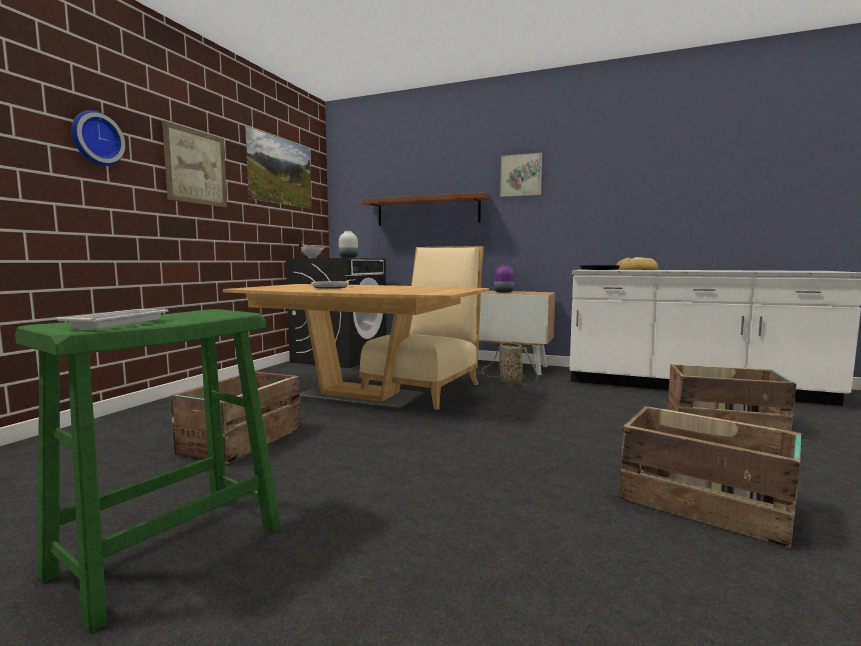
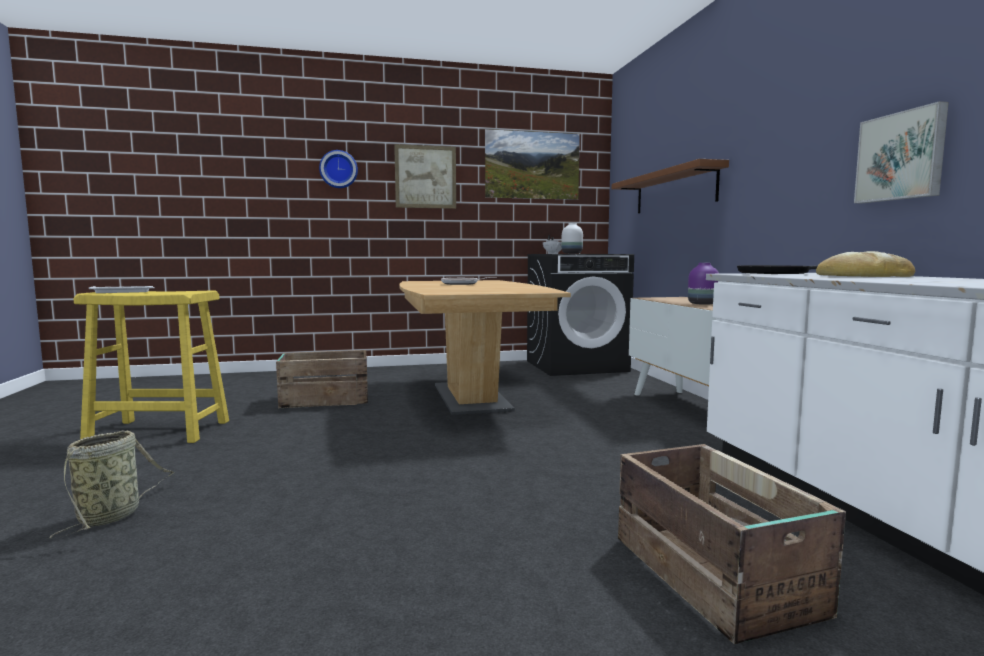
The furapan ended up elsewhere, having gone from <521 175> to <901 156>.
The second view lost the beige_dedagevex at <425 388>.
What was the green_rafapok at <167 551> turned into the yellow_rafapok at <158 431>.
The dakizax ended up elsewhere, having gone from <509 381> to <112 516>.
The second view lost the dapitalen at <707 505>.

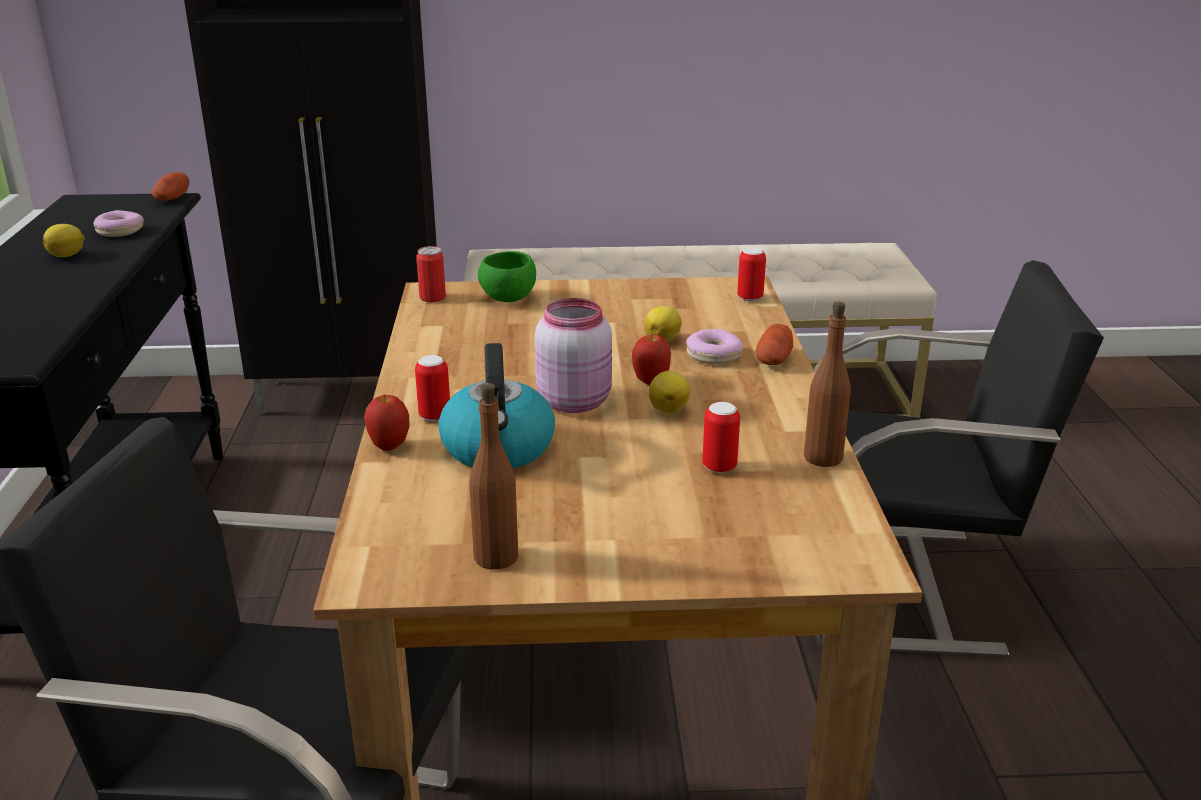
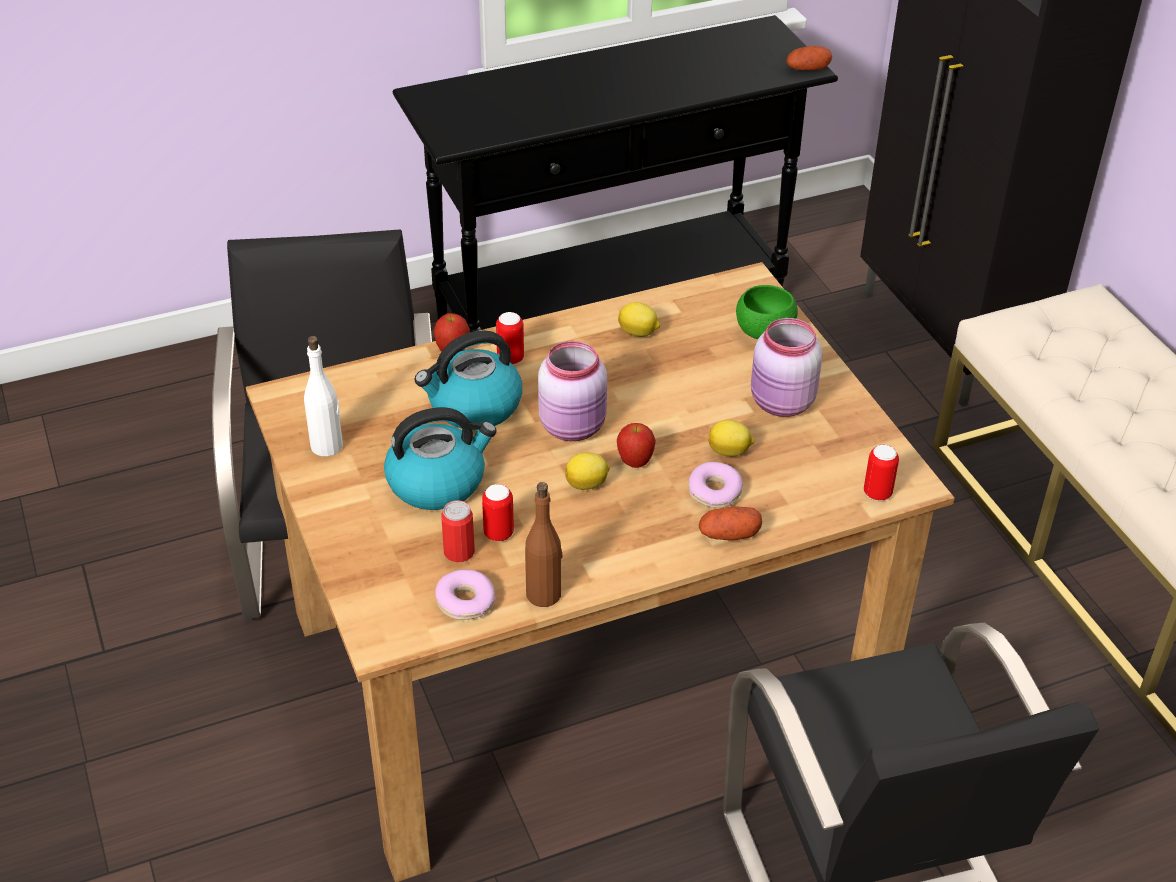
The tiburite ended up elsewhere, having gone from <120 231> to <465 602>.
The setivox ended up elsewhere, having gone from <68 255> to <638 333>.
The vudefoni ended up elsewhere, having gone from <432 297> to <459 552>.
What was the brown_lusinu at <496 556> turned into the white_lusinu at <327 446>.
The second view gained the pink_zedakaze at <782 403>.
The second view gained the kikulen at <438 482>.

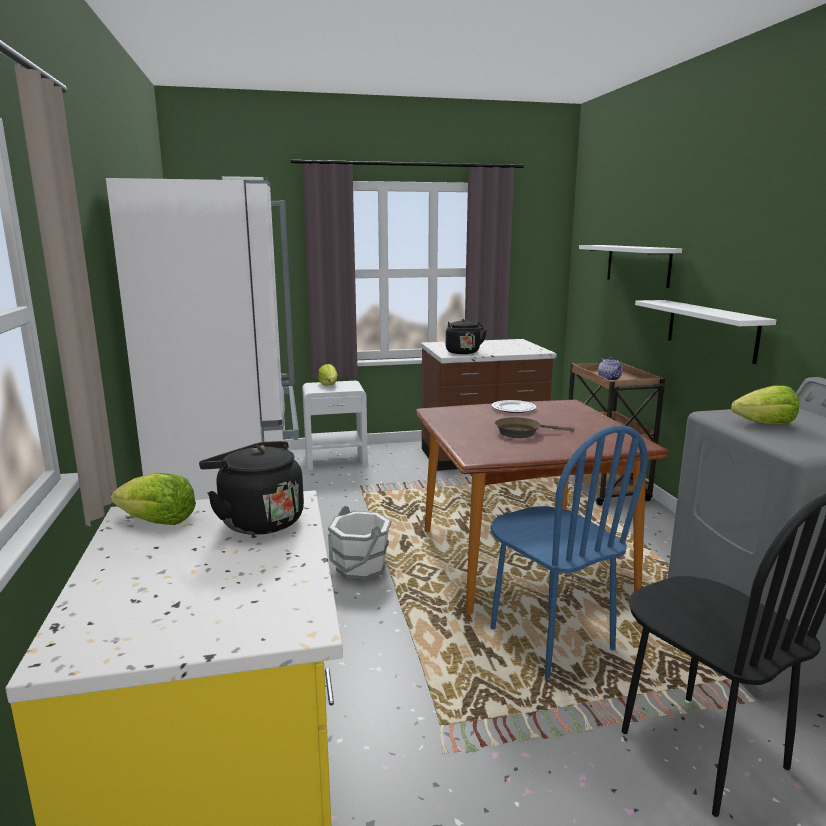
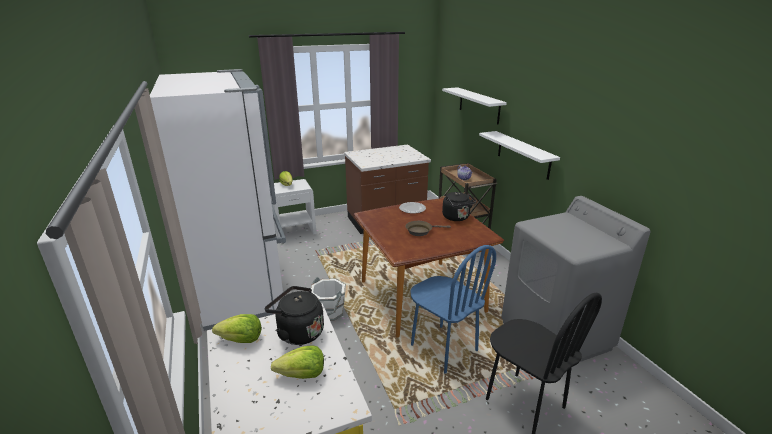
The black_kikulen ended up elsewhere, having gone from <463 353> to <457 218>.
The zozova ended up elsewhere, having gone from <765 424> to <302 375>.

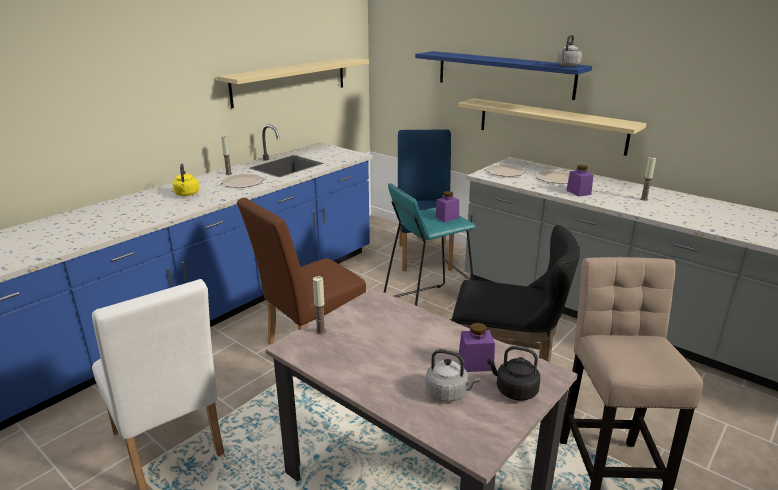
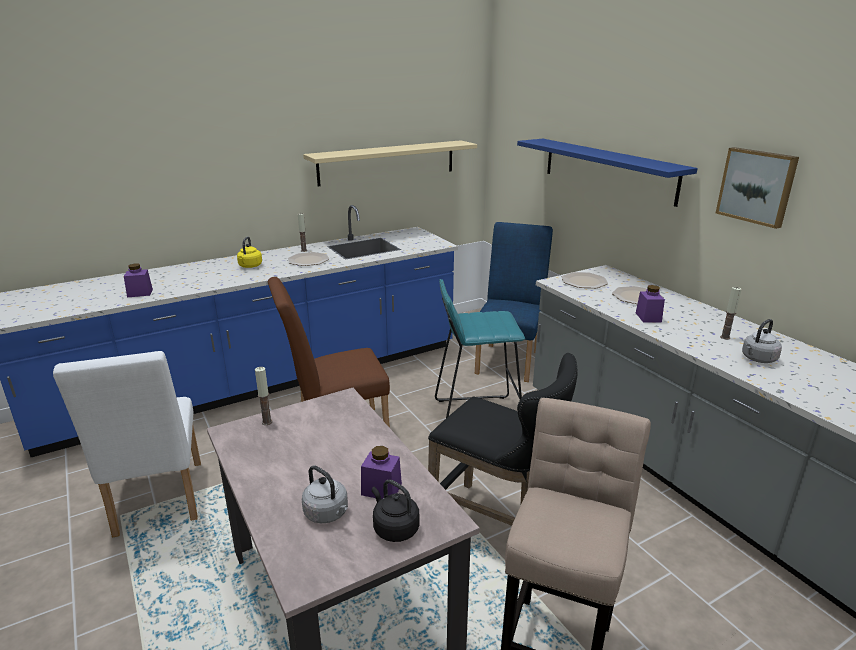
The grey_kikulen ended up elsewhere, having gone from <567 66> to <757 359>.
The second view lost the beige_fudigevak at <550 125>.
The purple_zedakaze ended up elsewhere, having gone from <447 217> to <140 293>.
The second view gained the furapan at <757 186>.

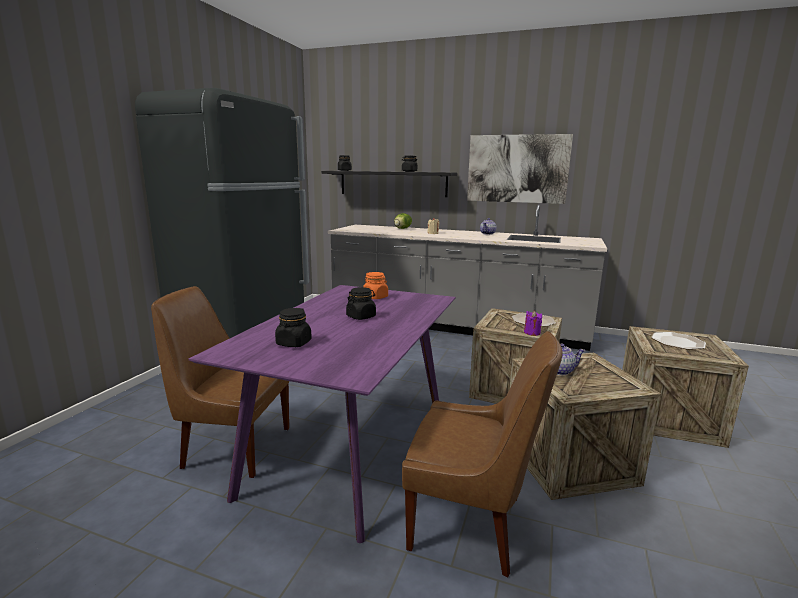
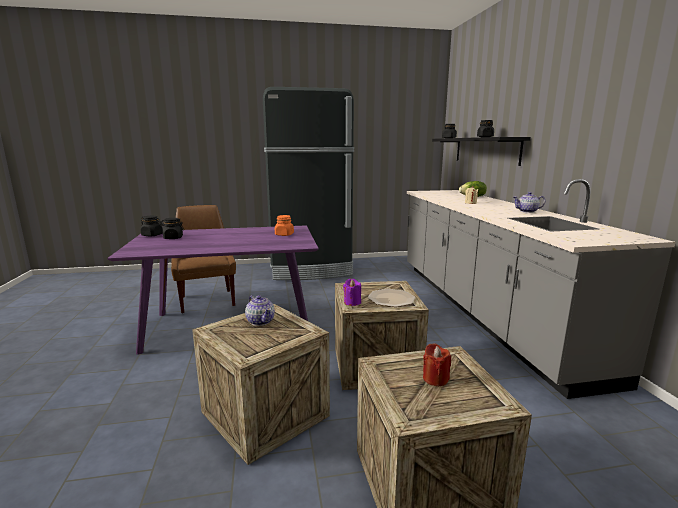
The second view lost the furapan at <517 169>.
The black_zedakaze ended up elsewhere, having gone from <361 316> to <152 235>.
The second view lost the brown_dedagevex at <471 524>.
Where the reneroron stood at <677 342>, the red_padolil came to stand at <435 379>.

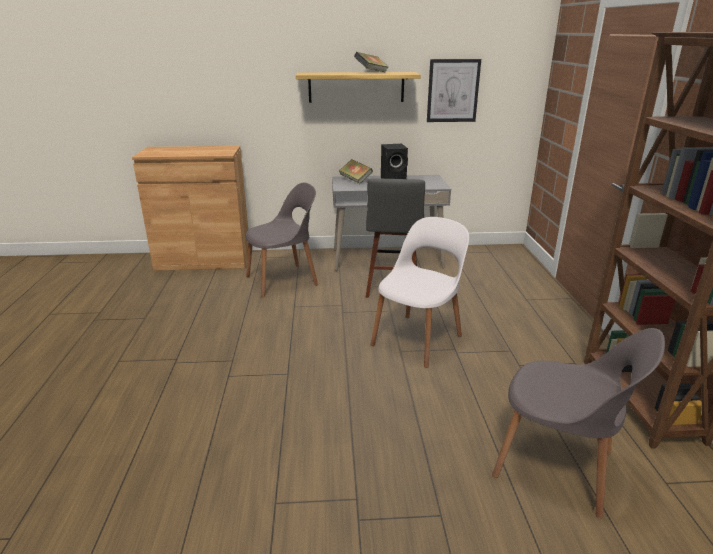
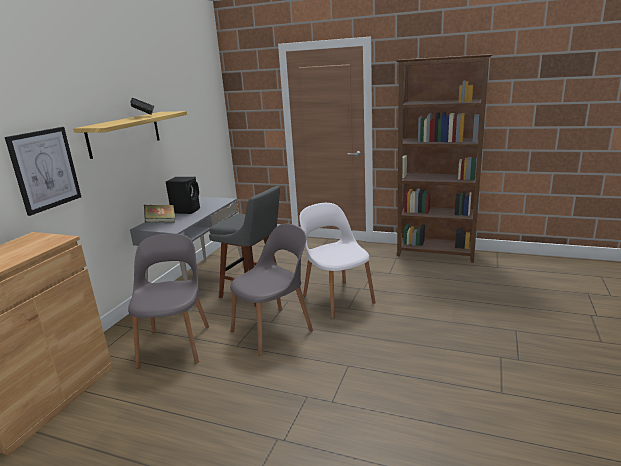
The furapan ended up elsewhere, having gone from <453 91> to <45 169>.
The grey_dedagevex ended up elsewhere, having gone from <557 466> to <274 330>.

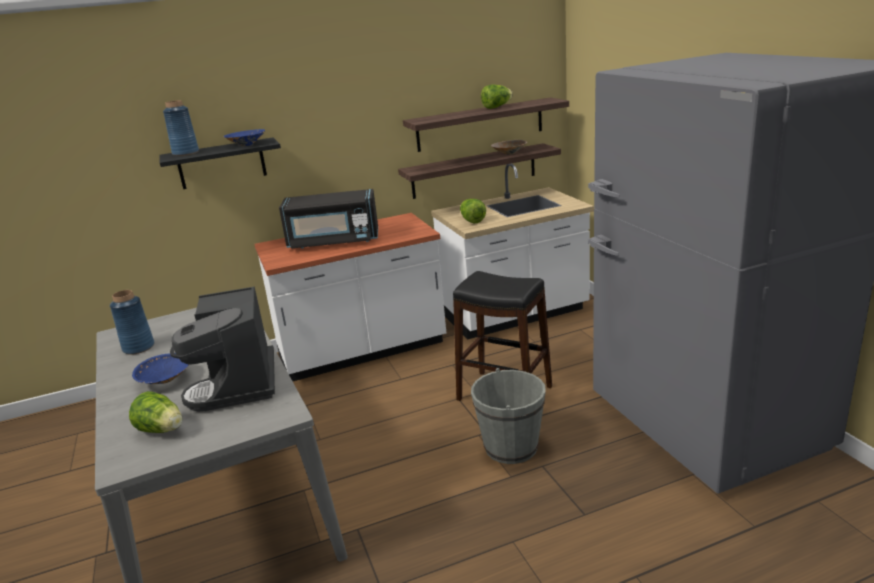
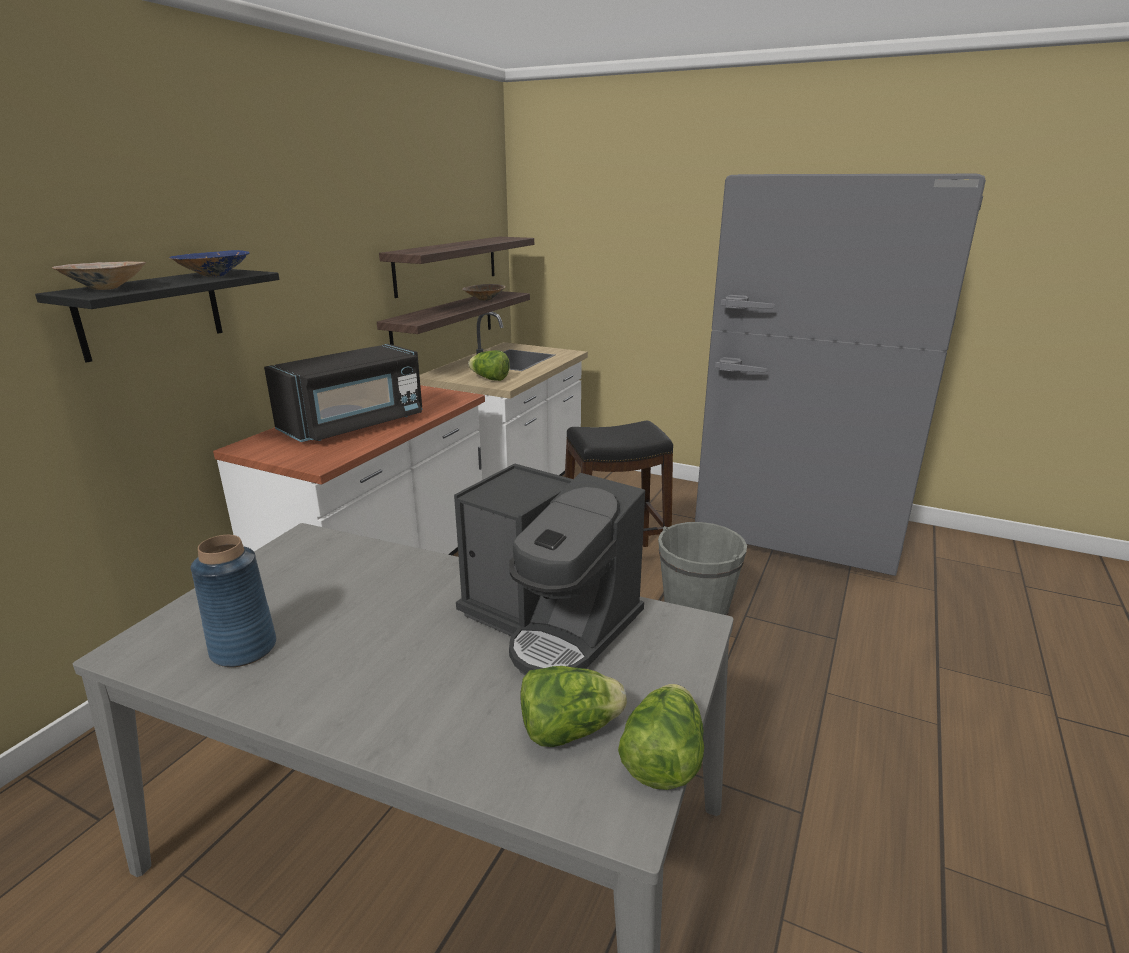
The zozova ended up elsewhere, having gone from <497 107> to <662 760>.
Where the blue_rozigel stood at <186 153>, the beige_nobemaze came to stand at <107 288>.
The second view lost the blue_nobemaze at <165 381>.

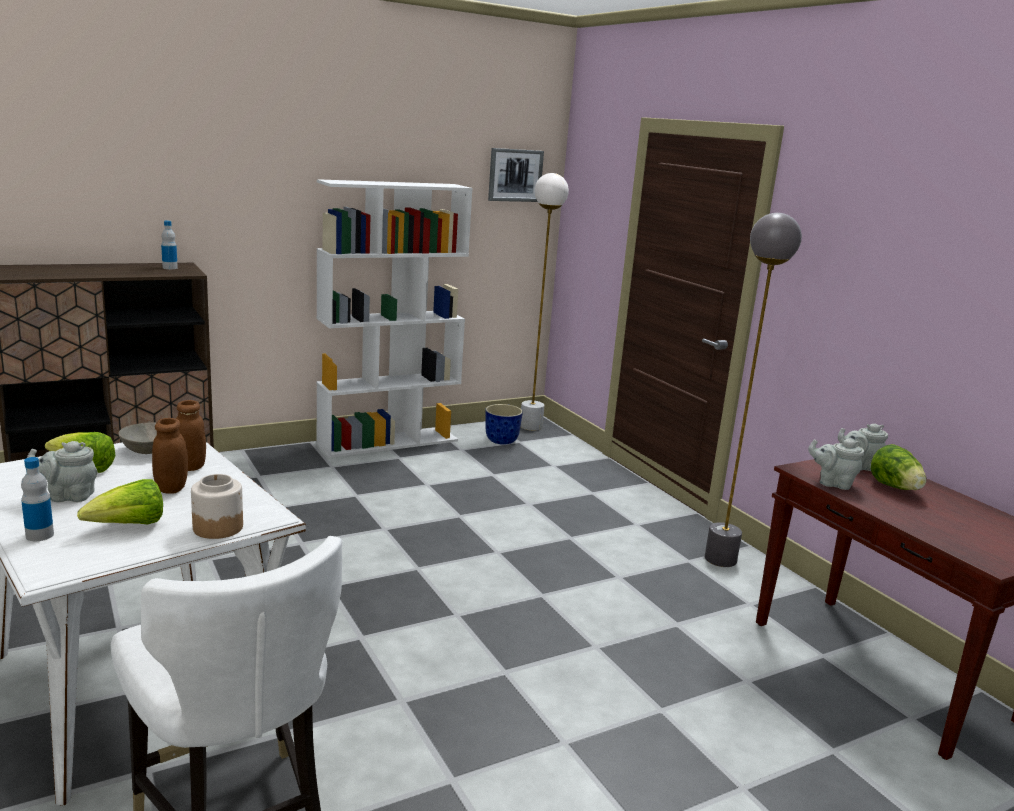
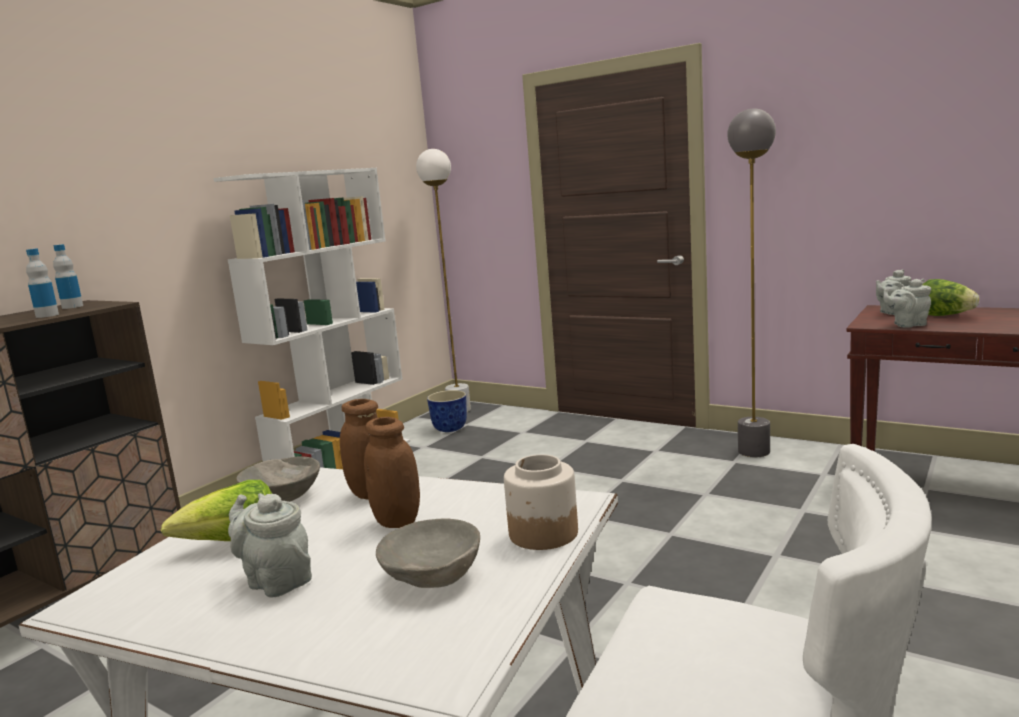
The second view lost the furapan at <515 175>.
The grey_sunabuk at <68 496> ended up facing another way, 75 degrees clockwise from before.
The lusinu ended up elsewhere, having gone from <39 535> to <47 315>.
Where the zozova stood at <129 526>, the grey_nobemaze came to stand at <433 576>.

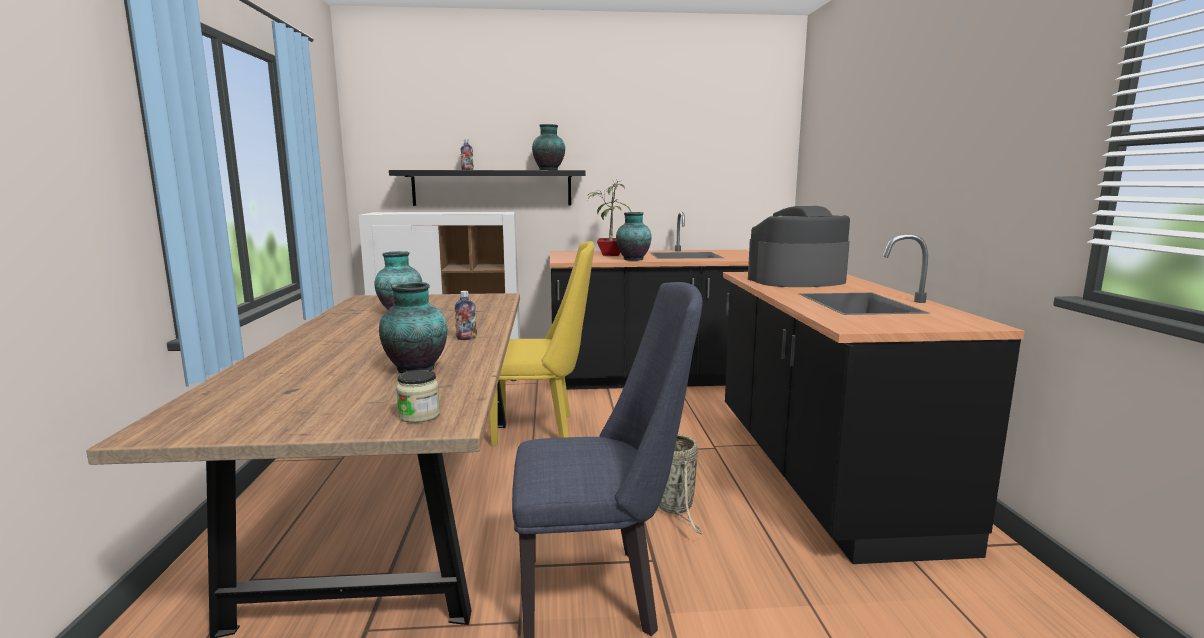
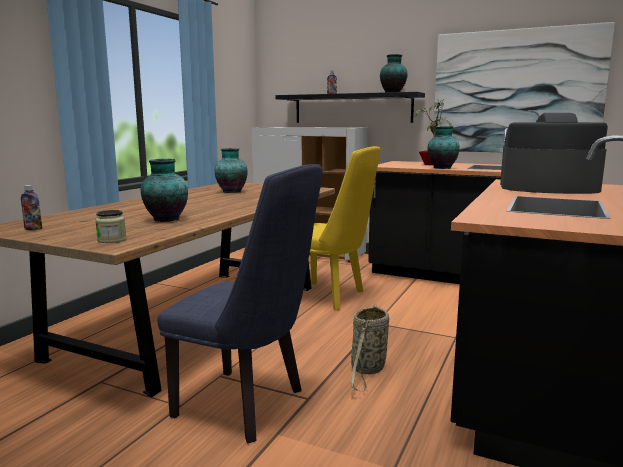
The lusinu ended up elsewhere, having gone from <466 338> to <33 229>.
The second view gained the furapan at <515 92>.

